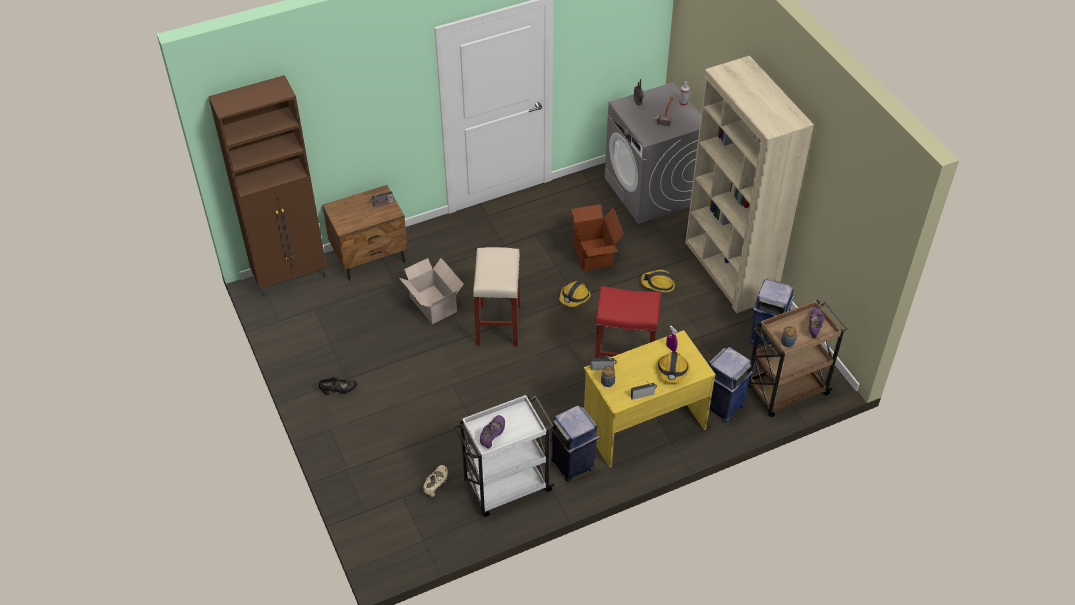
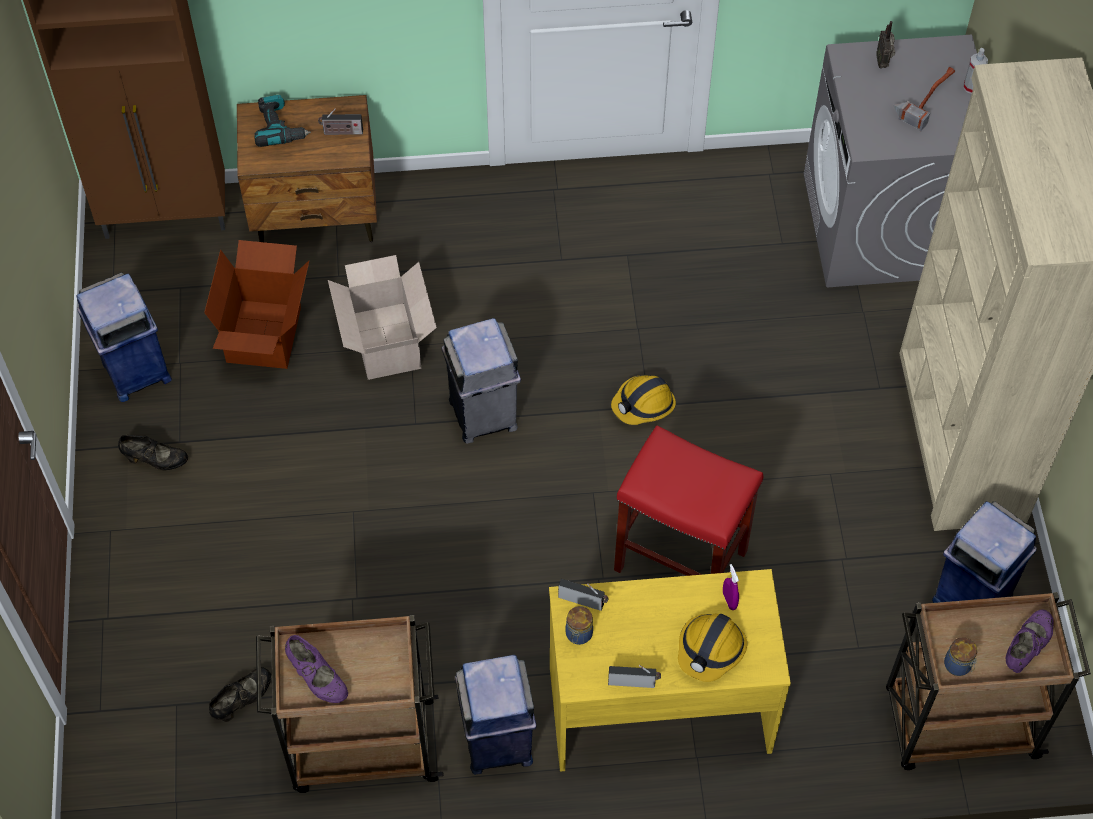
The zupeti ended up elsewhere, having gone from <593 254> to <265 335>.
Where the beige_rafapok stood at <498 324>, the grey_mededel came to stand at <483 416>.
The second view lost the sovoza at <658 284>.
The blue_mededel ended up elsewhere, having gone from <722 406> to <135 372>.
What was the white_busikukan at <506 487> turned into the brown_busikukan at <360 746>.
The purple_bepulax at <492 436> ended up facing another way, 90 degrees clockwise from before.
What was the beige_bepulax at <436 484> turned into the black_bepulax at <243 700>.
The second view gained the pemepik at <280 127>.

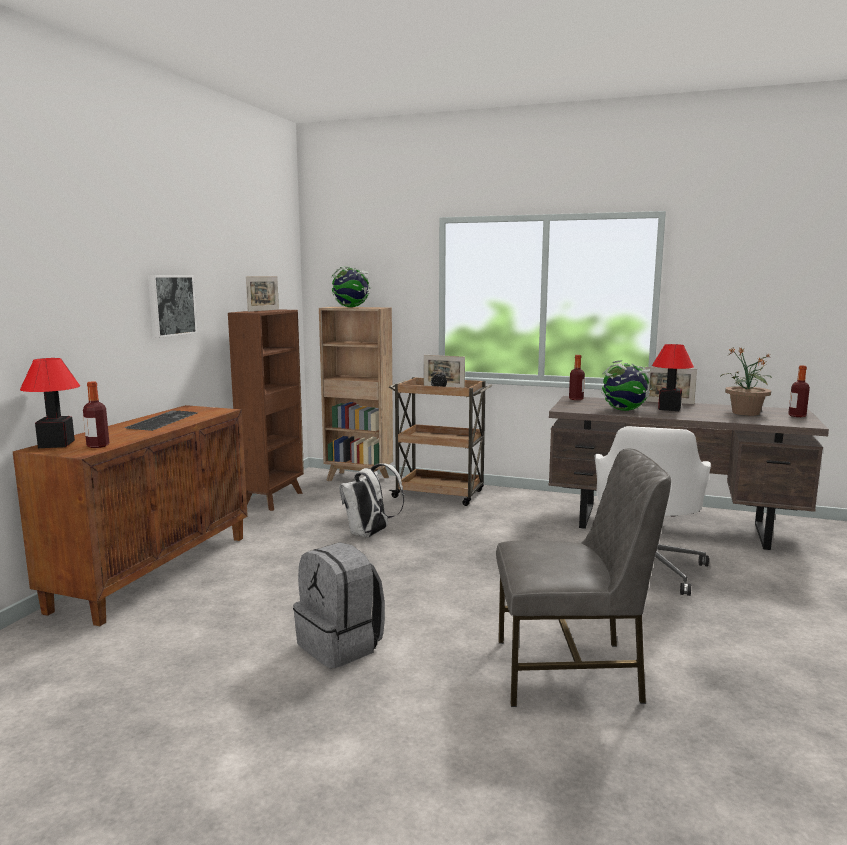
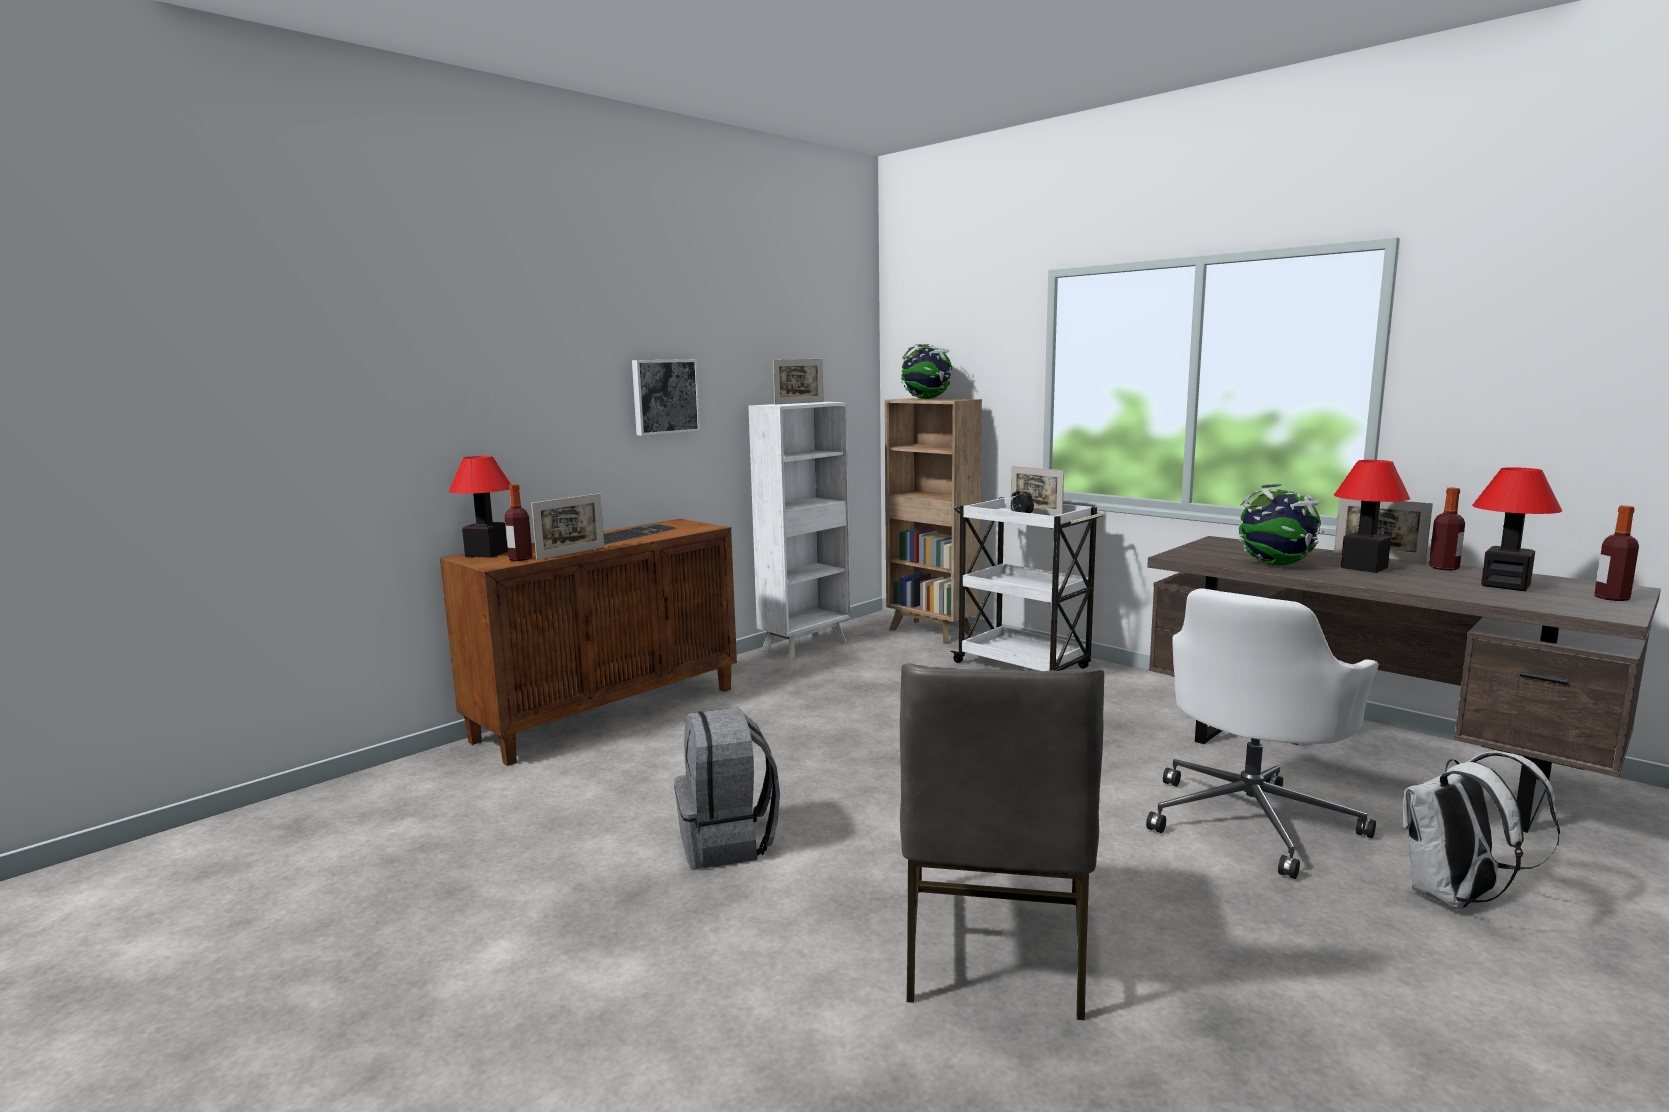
What was the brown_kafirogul at <273 499> turned into the white_kafirogul at <806 646>.
Where the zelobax stood at <745 413>, the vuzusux came to stand at <1504 585>.
The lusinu ended up elsewhere, having gone from <576 399> to <1443 568>.
What was the brown_busikukan at <440 494> turned into the white_busikukan at <1024 666>.
The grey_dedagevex at <570 672> ended up facing another way, 75 degrees clockwise from before.
The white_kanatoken ended up elsewhere, having gone from <370 534> to <1456 898>.
The second view gained the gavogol at <571 553>.

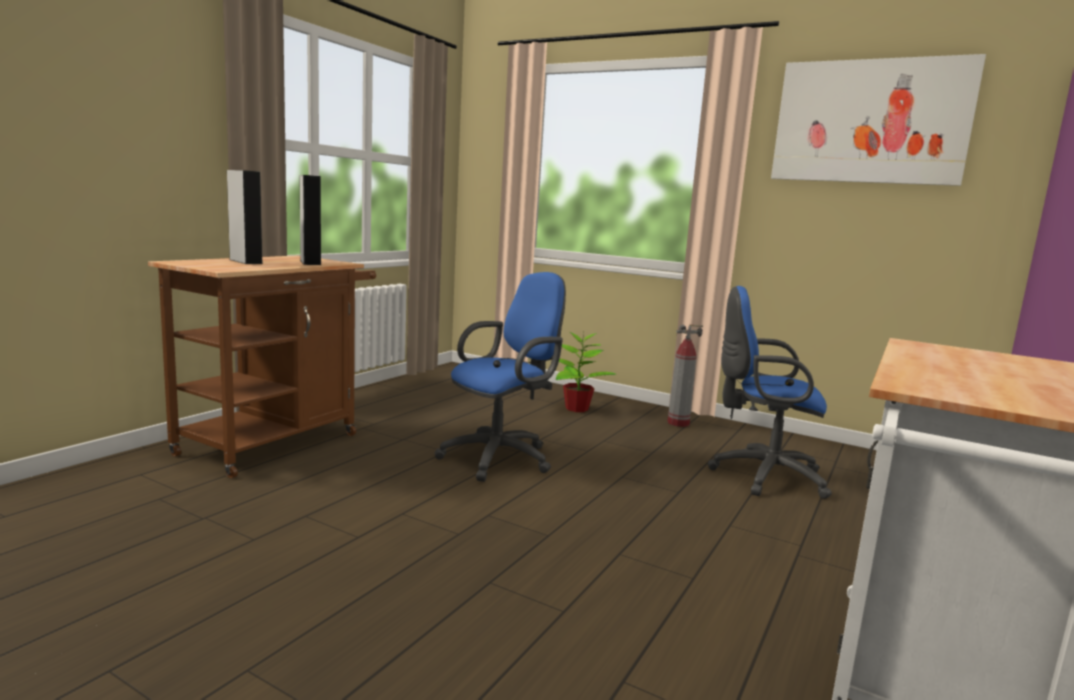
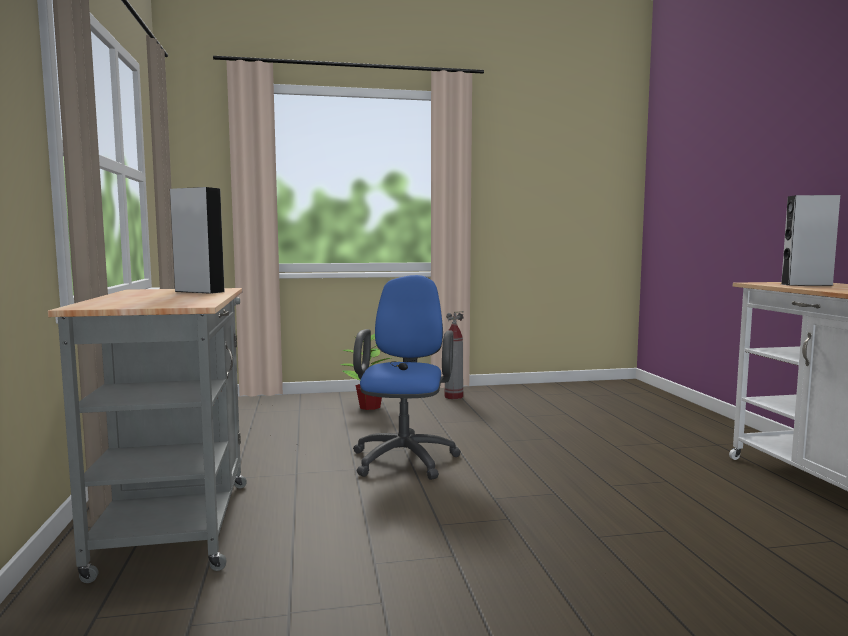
The second view lost the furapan at <870 122>.
The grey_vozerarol ended up elsewhere, having gone from <245 261> to <806 285>.
What was the brown_busikukan at <277 441> turned into the grey_busikukan at <177 520>.
The second view lost the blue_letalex at <762 476>.

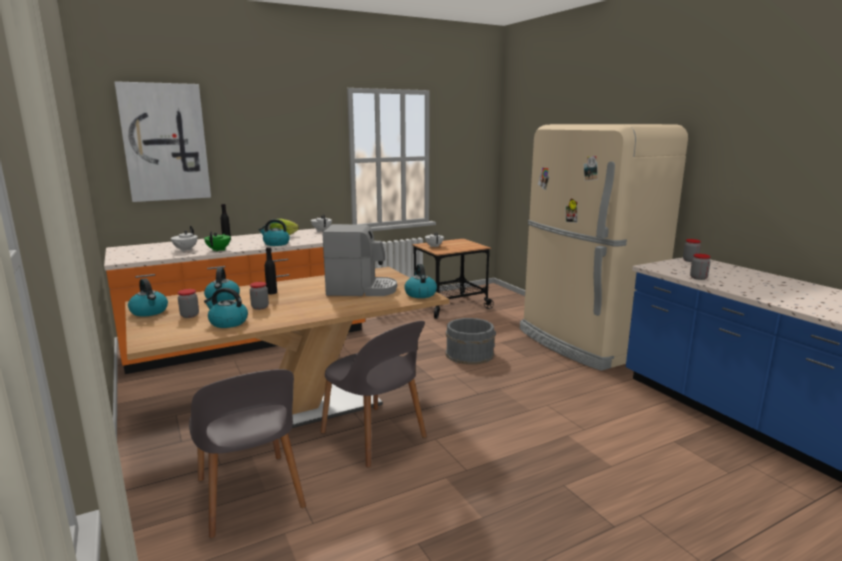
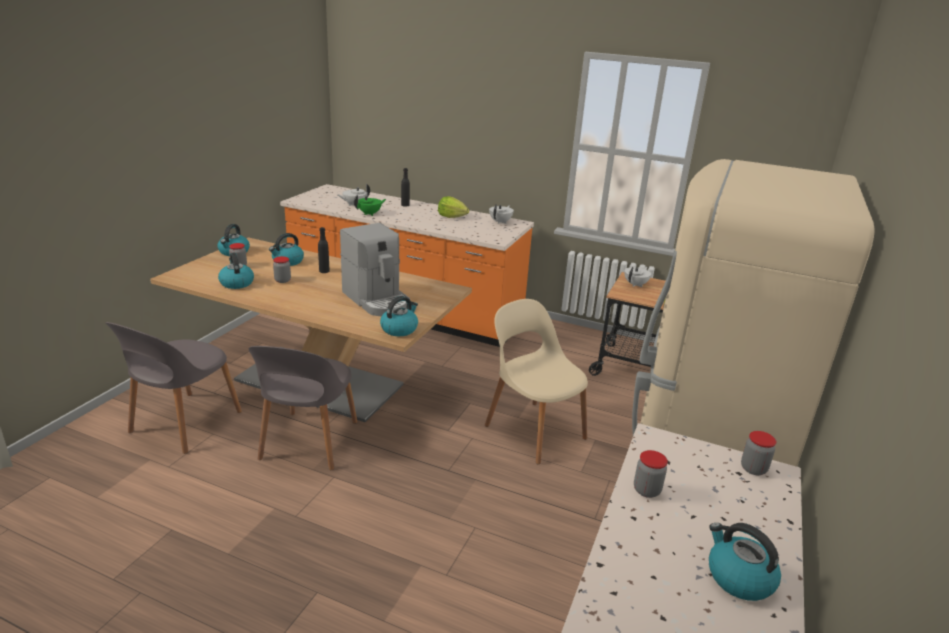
The second view lost the furapan at <165 142>.
The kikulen ended up elsewhere, having gone from <276 244> to <738 578>.
Where the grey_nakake stood at <469 354>, the beige_dedagevex came to stand at <533 430>.

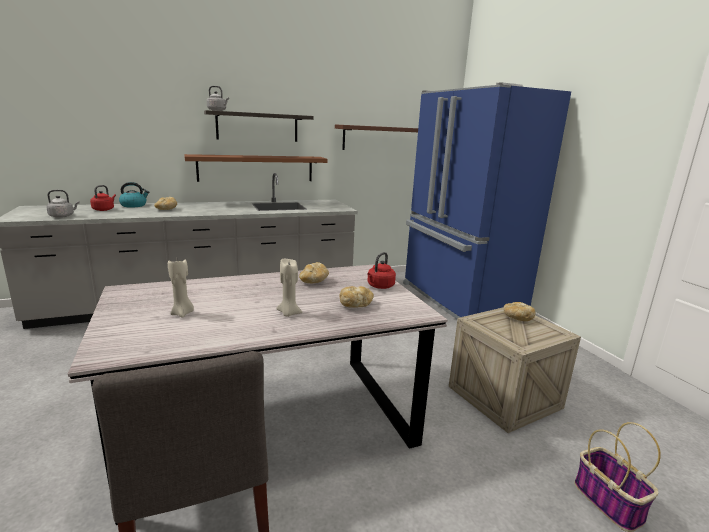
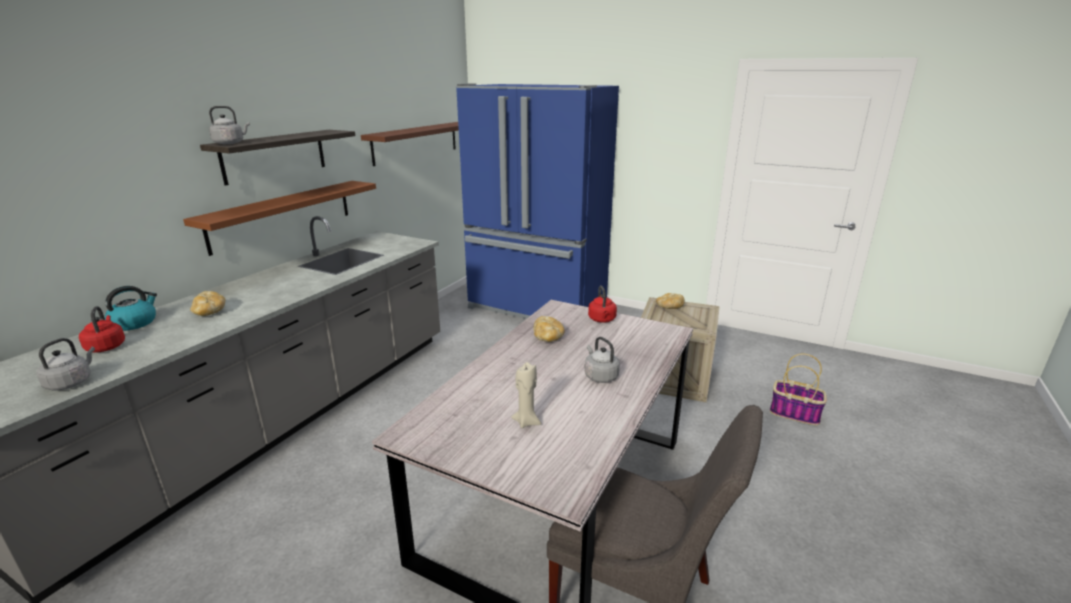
Where the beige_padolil stood at <288 313>, the grey_kikulen came to stand at <600 376>.
The second view lost the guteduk at <355 304>.

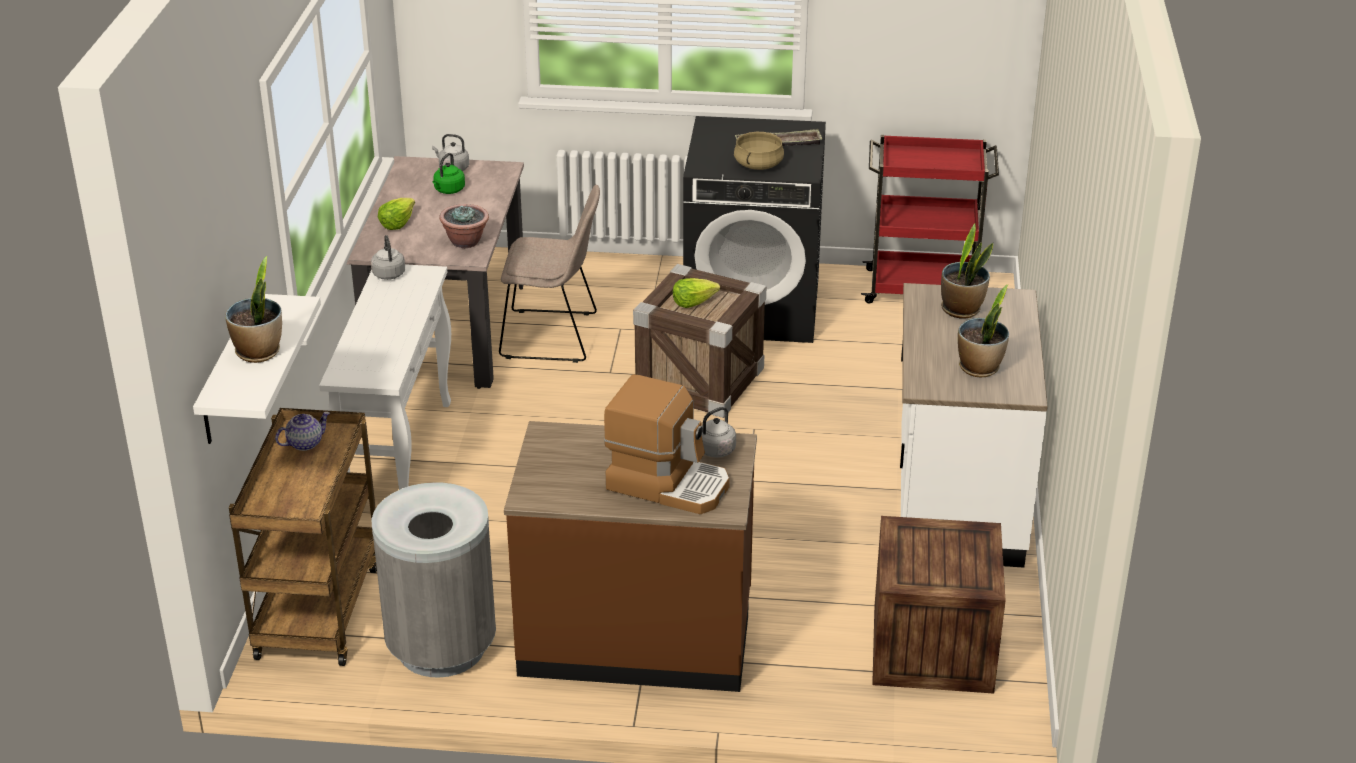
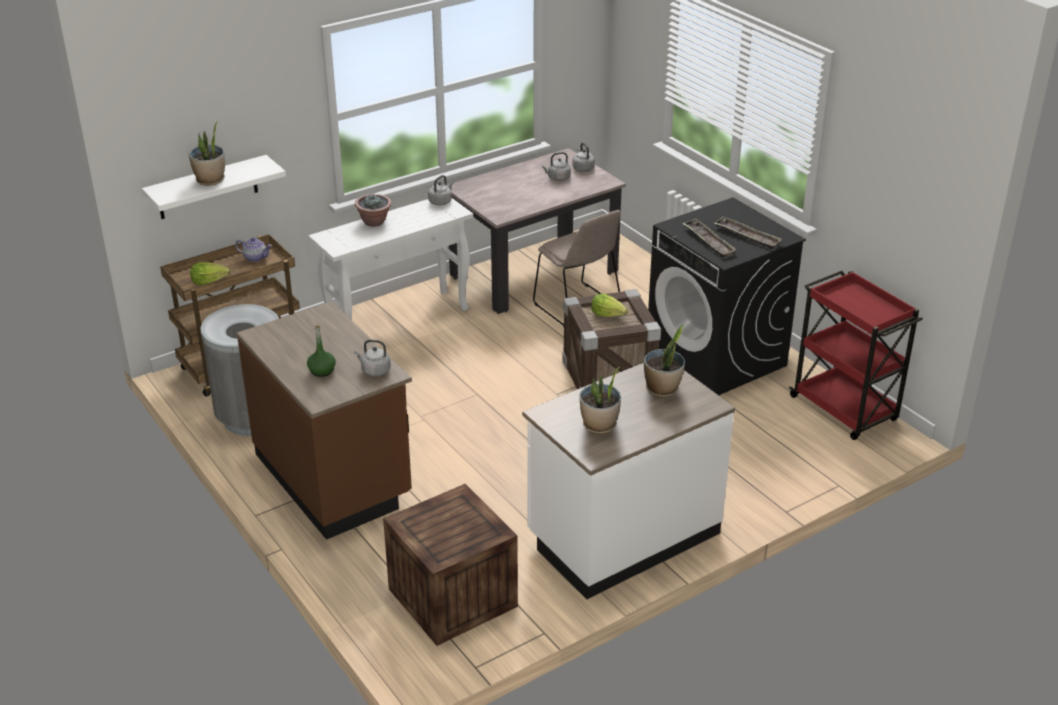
Where the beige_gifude stood at <758 165>, the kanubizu came to stand at <708 241>.
What was the green_kikulen at <448 190> turned into the grey_kikulen at <557 178>.
The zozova ended up elsewhere, having gone from <397 223> to <209 281>.
The zelobax ended up elsewhere, having gone from <465 241> to <374 222>.
Where the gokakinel stood at <668 483>, the green_lusinu came to stand at <322 371>.

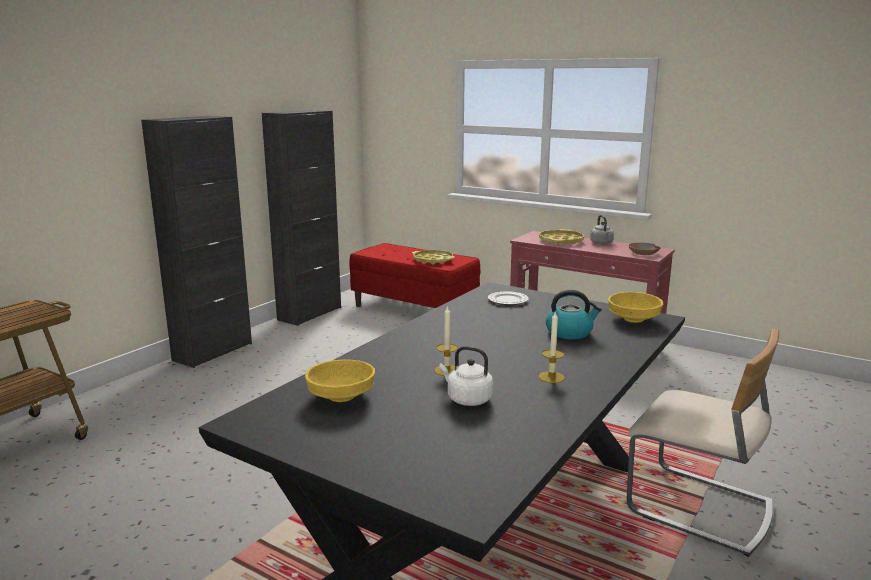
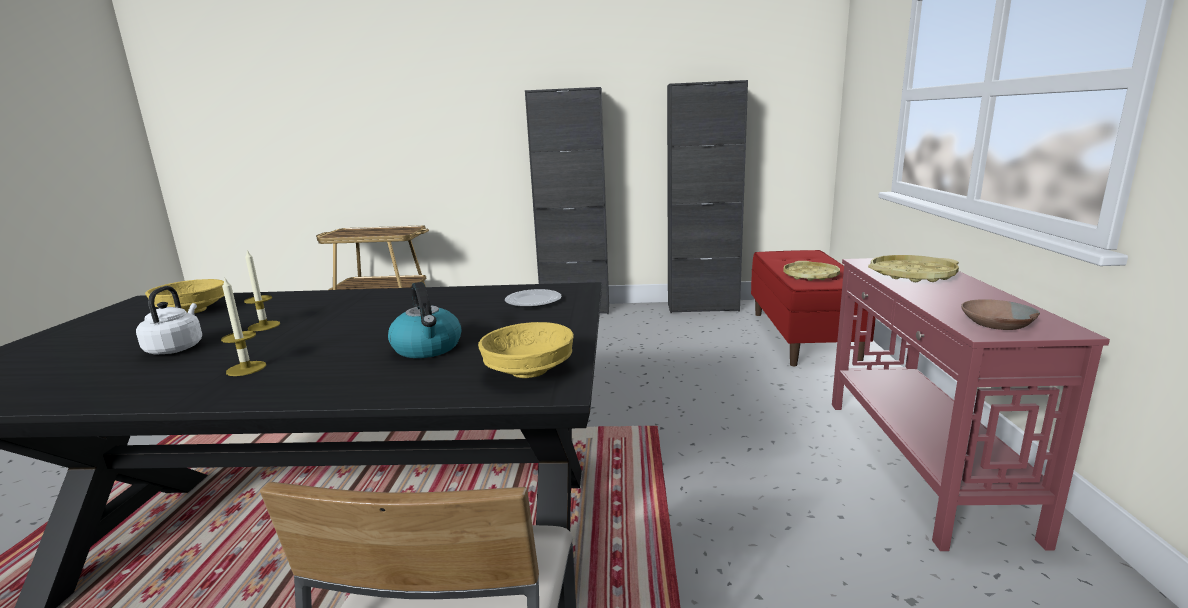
The second view lost the grey_kikulen at <602 243>.

